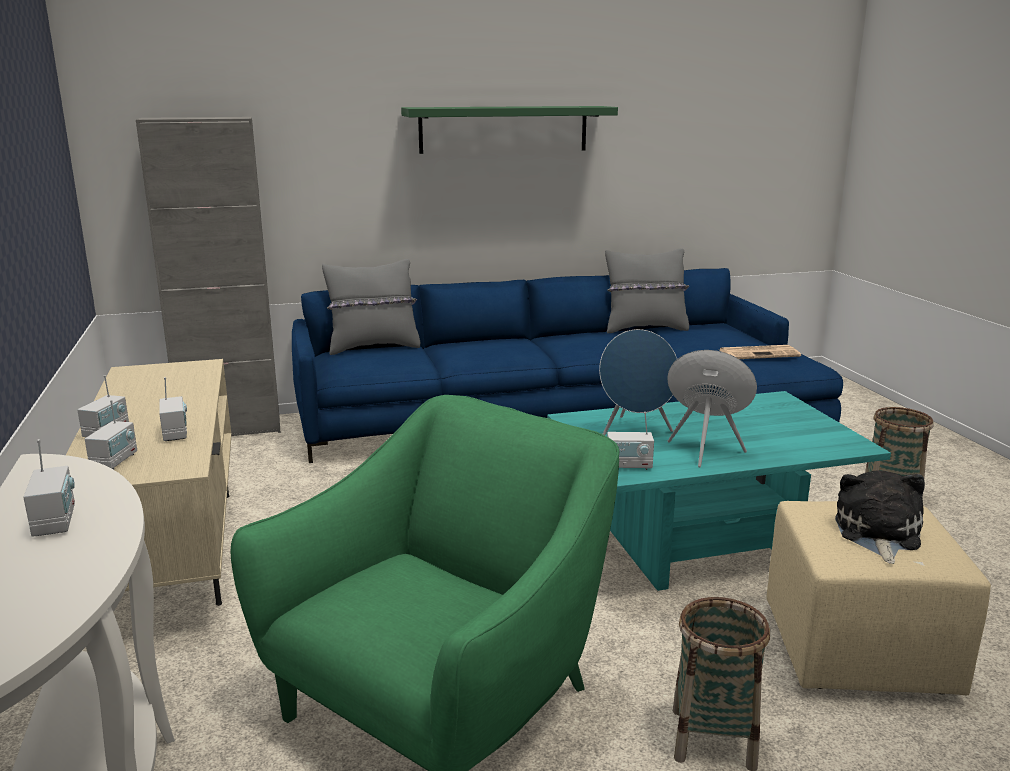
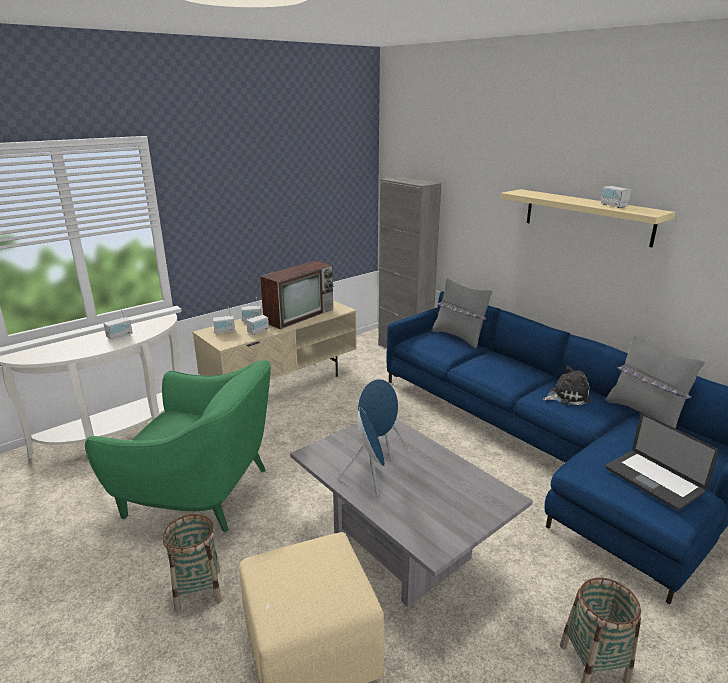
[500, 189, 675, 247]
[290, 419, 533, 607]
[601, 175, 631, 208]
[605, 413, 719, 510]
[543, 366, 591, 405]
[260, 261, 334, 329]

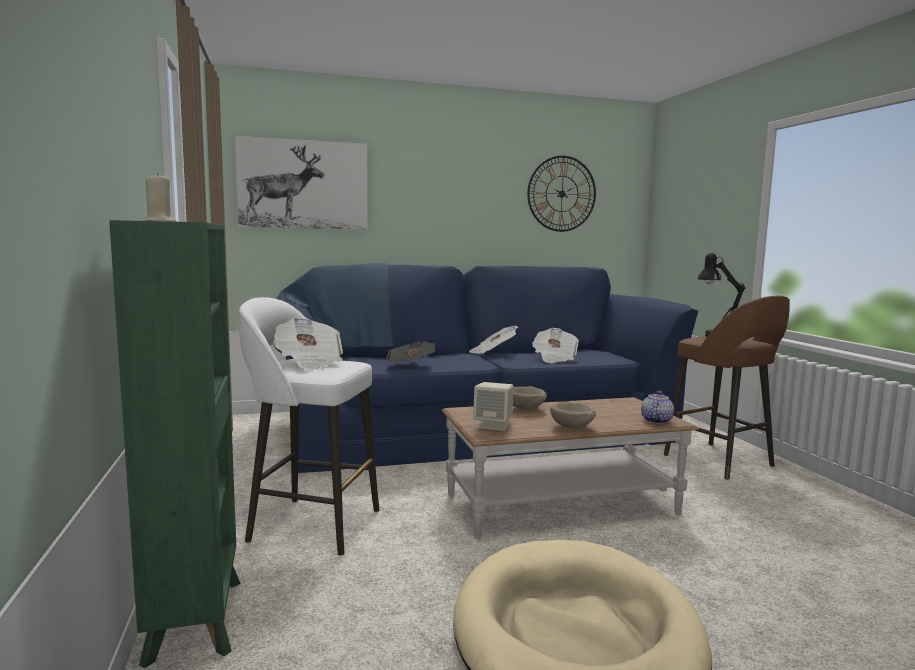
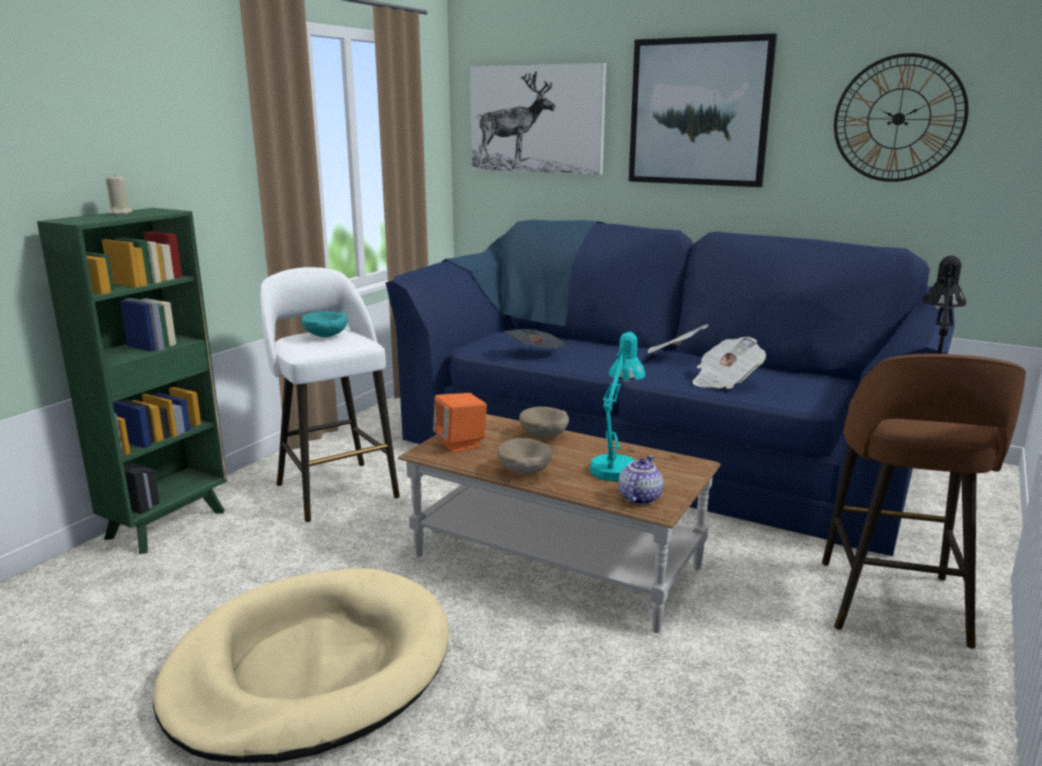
[301, 311, 348, 337]
[433, 393, 487, 453]
[619, 455, 663, 505]
[589, 332, 646, 482]
[629, 33, 777, 187]

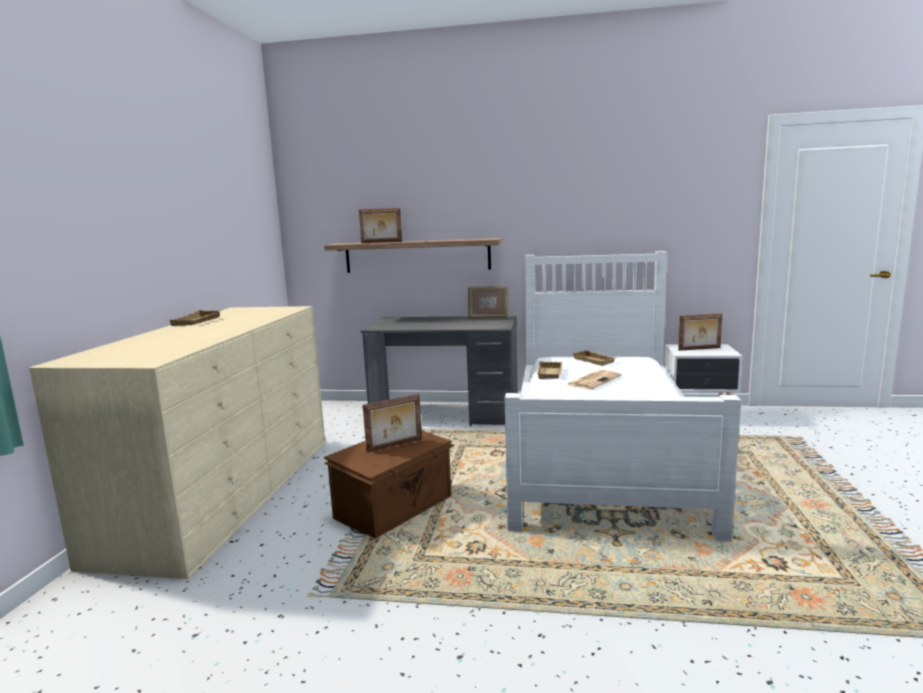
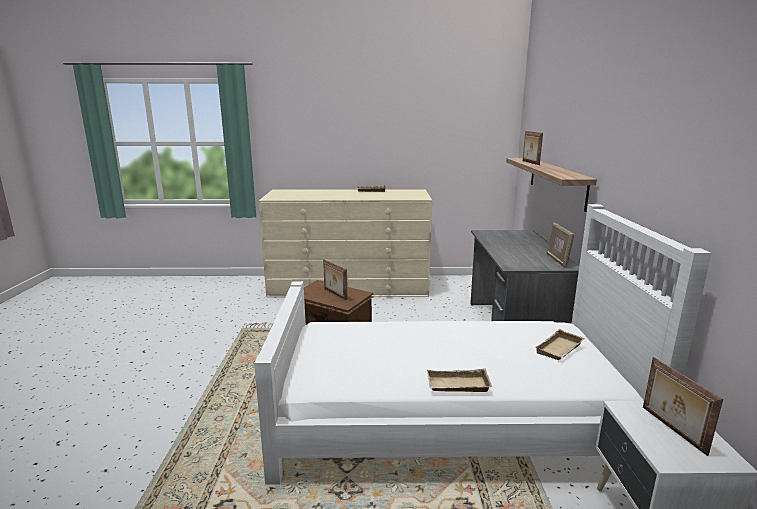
[427, 368, 492, 392]
[567, 370, 622, 389] (first image)

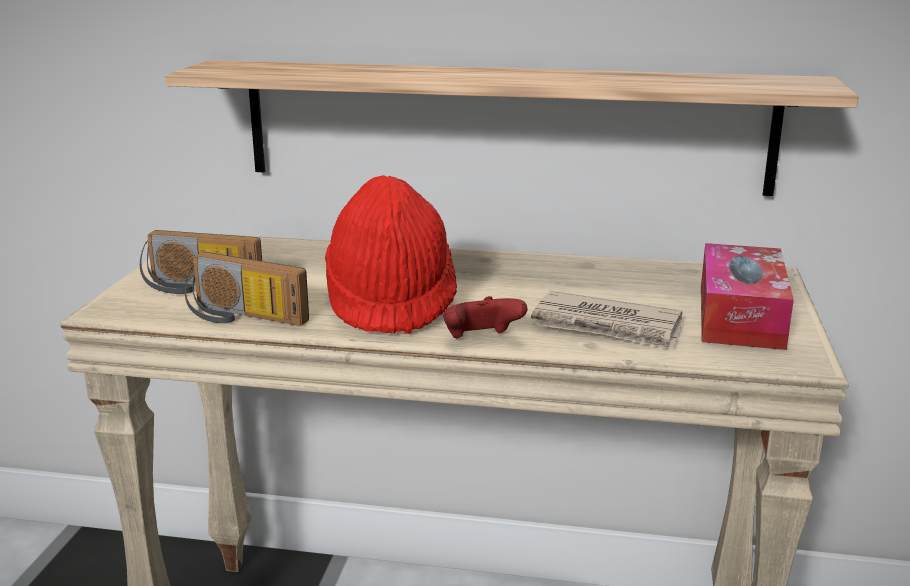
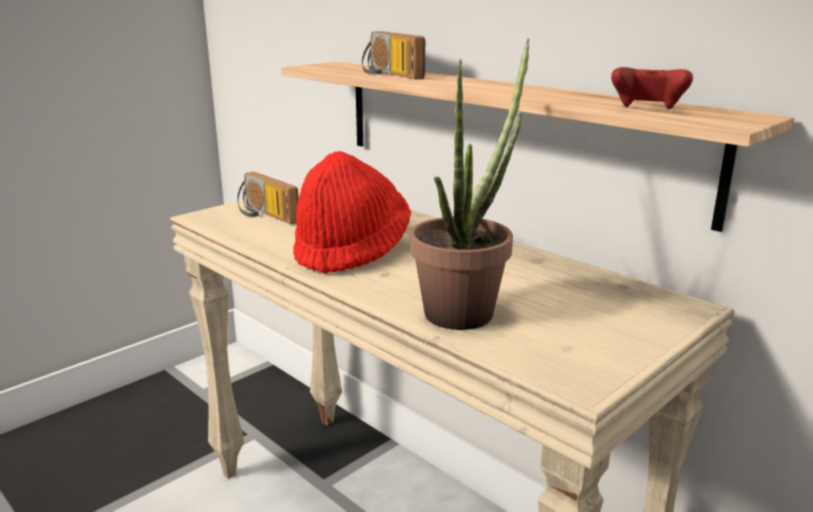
[362, 31, 425, 80]
[611, 67, 693, 109]
[410, 38, 529, 330]
[701, 243, 794, 350] (first image)

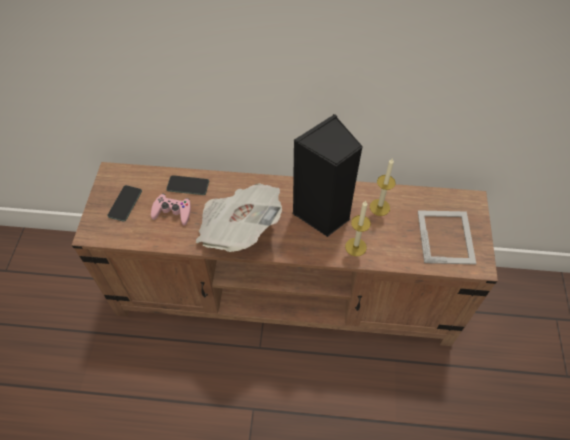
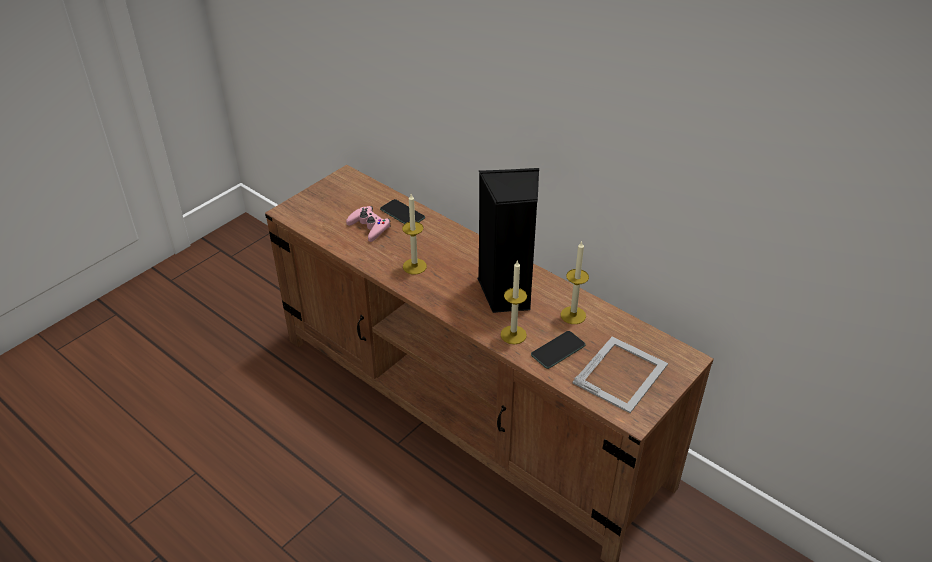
[531, 331, 586, 369]
[402, 194, 427, 274]

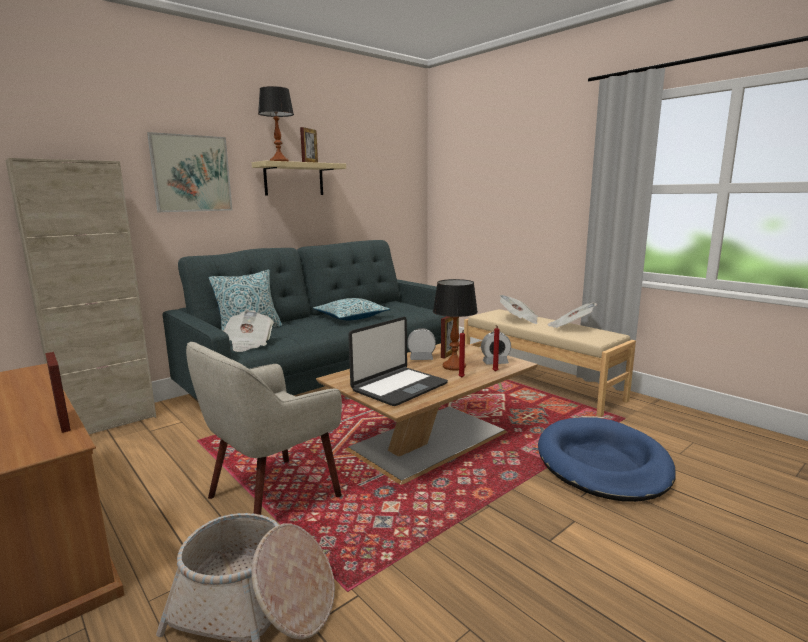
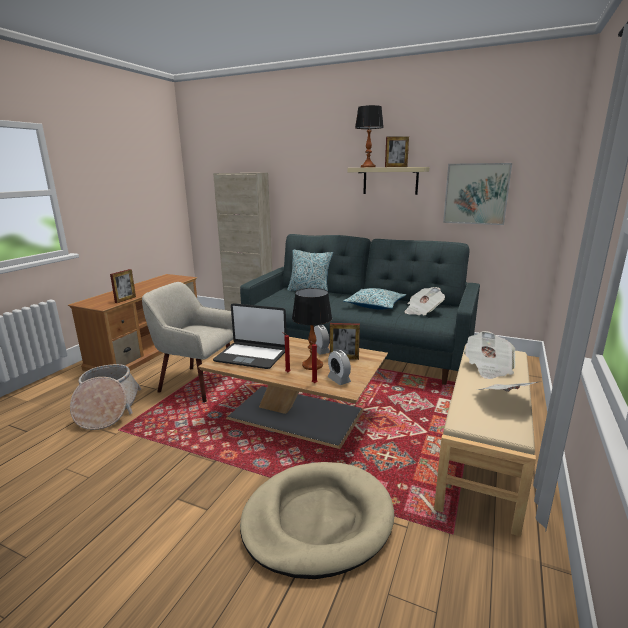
[443, 163, 512, 225]
[404, 287, 445, 315]
[240, 462, 394, 579]

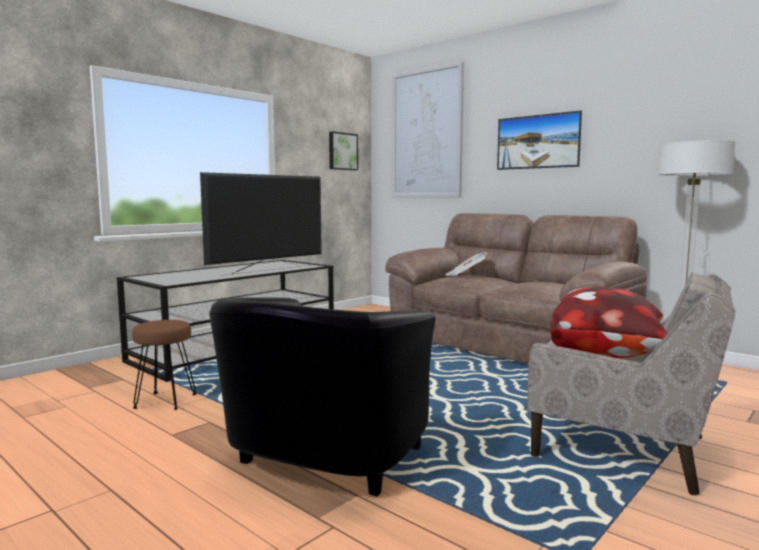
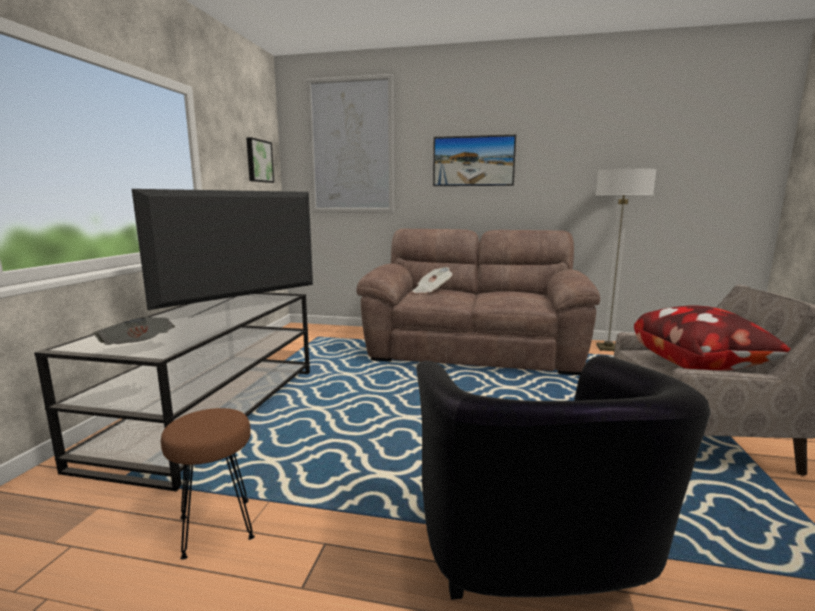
[132, 189, 313, 318]
[92, 317, 175, 345]

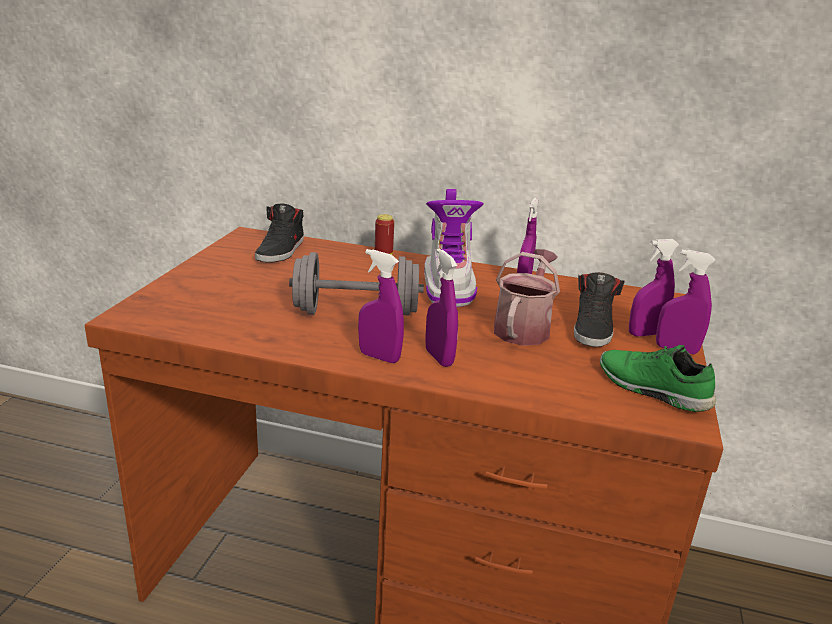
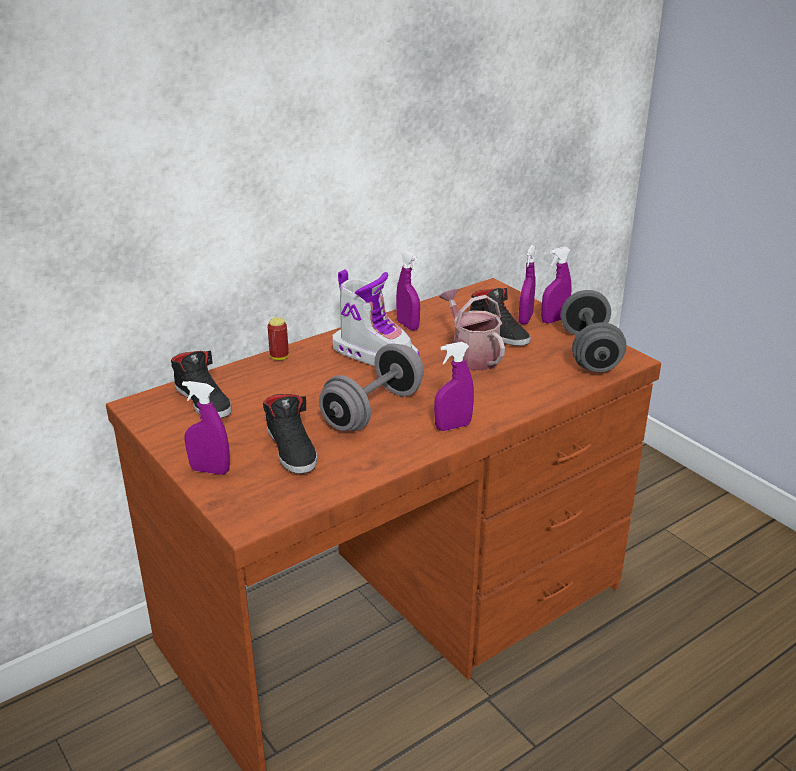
[182, 381, 230, 475]
[561, 290, 627, 372]
[263, 394, 317, 474]

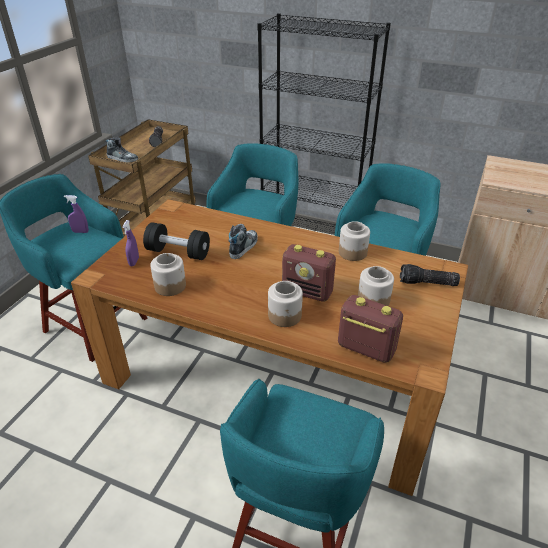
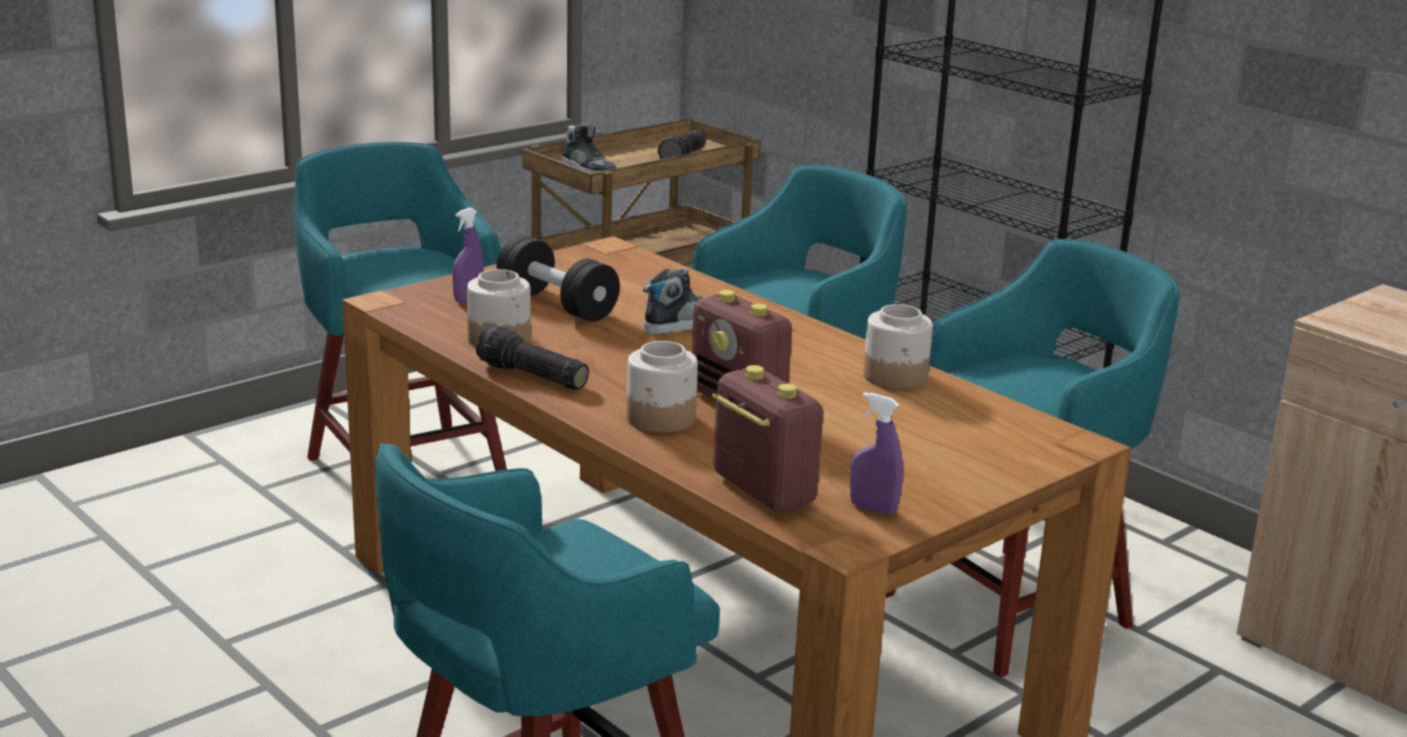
[850, 392, 903, 515]
[358, 266, 394, 306] (first image)
[476, 325, 589, 390]

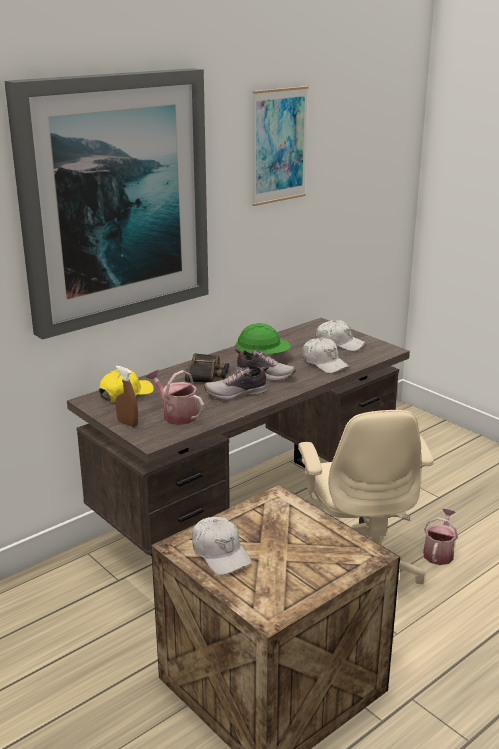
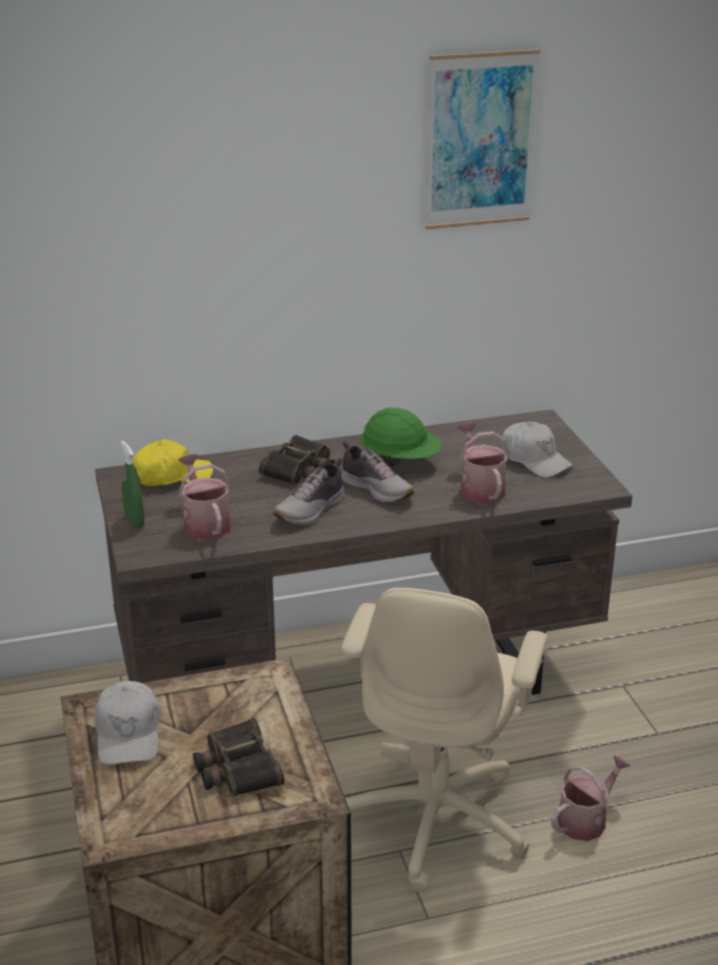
[4, 68, 208, 340] (first image)
[121, 440, 144, 528]
[273, 458, 344, 525]
[457, 422, 510, 504]
[193, 718, 285, 797]

